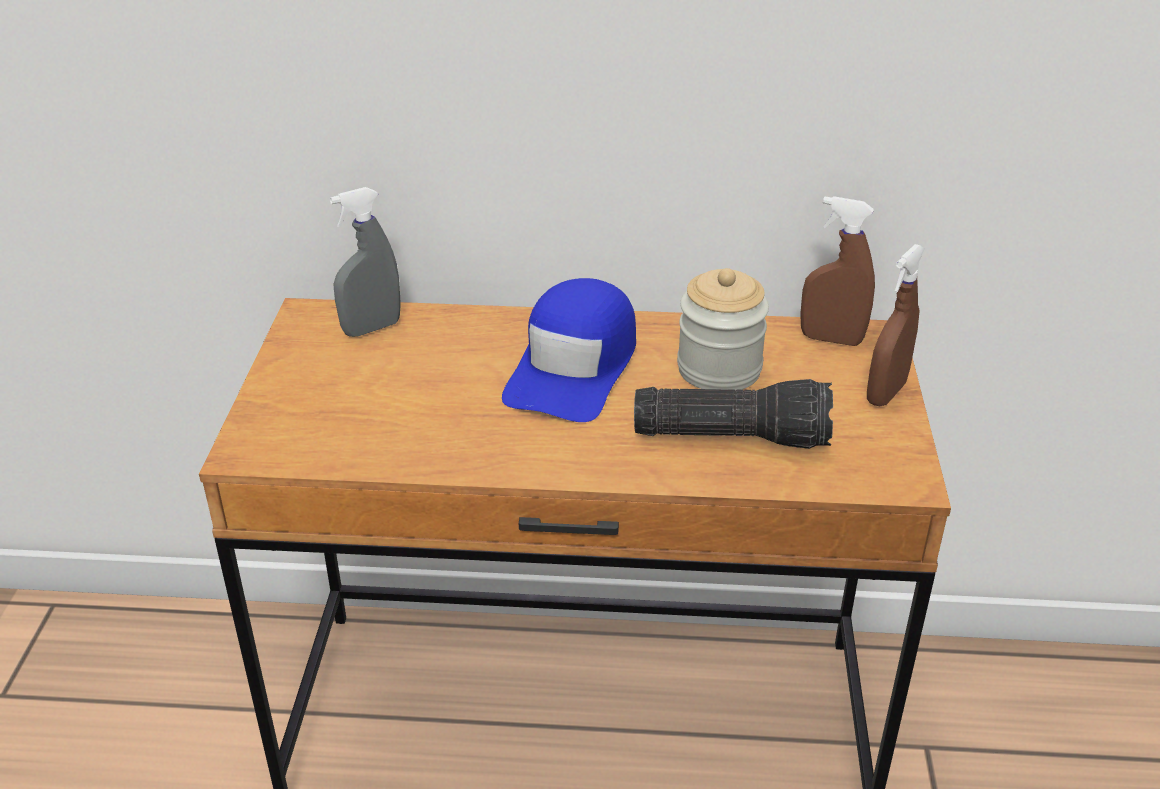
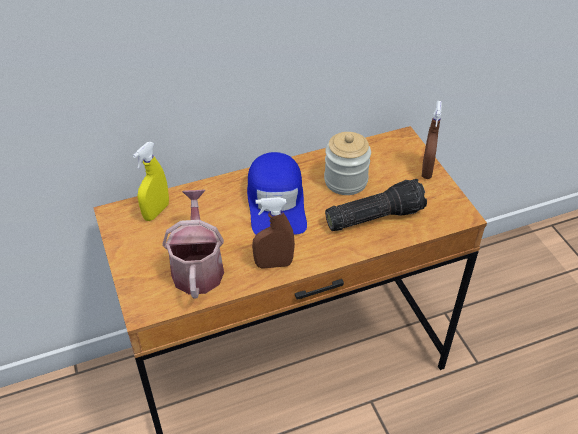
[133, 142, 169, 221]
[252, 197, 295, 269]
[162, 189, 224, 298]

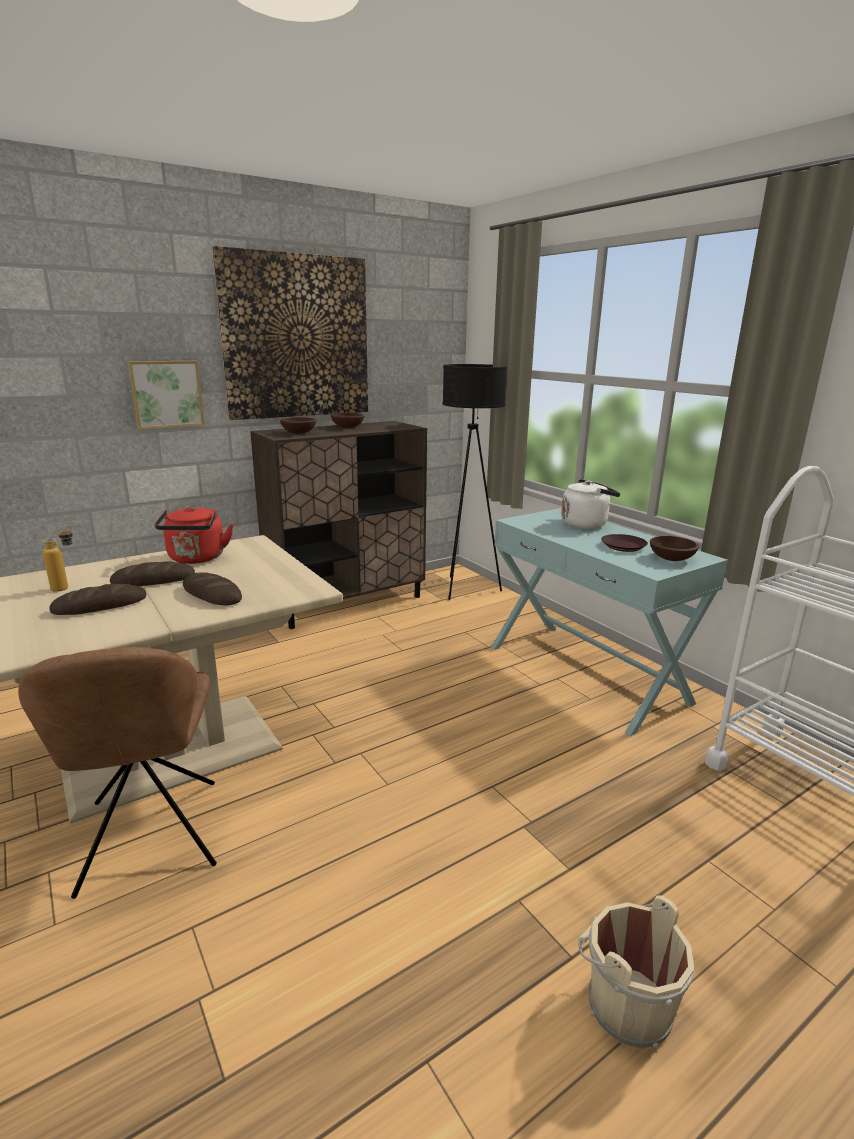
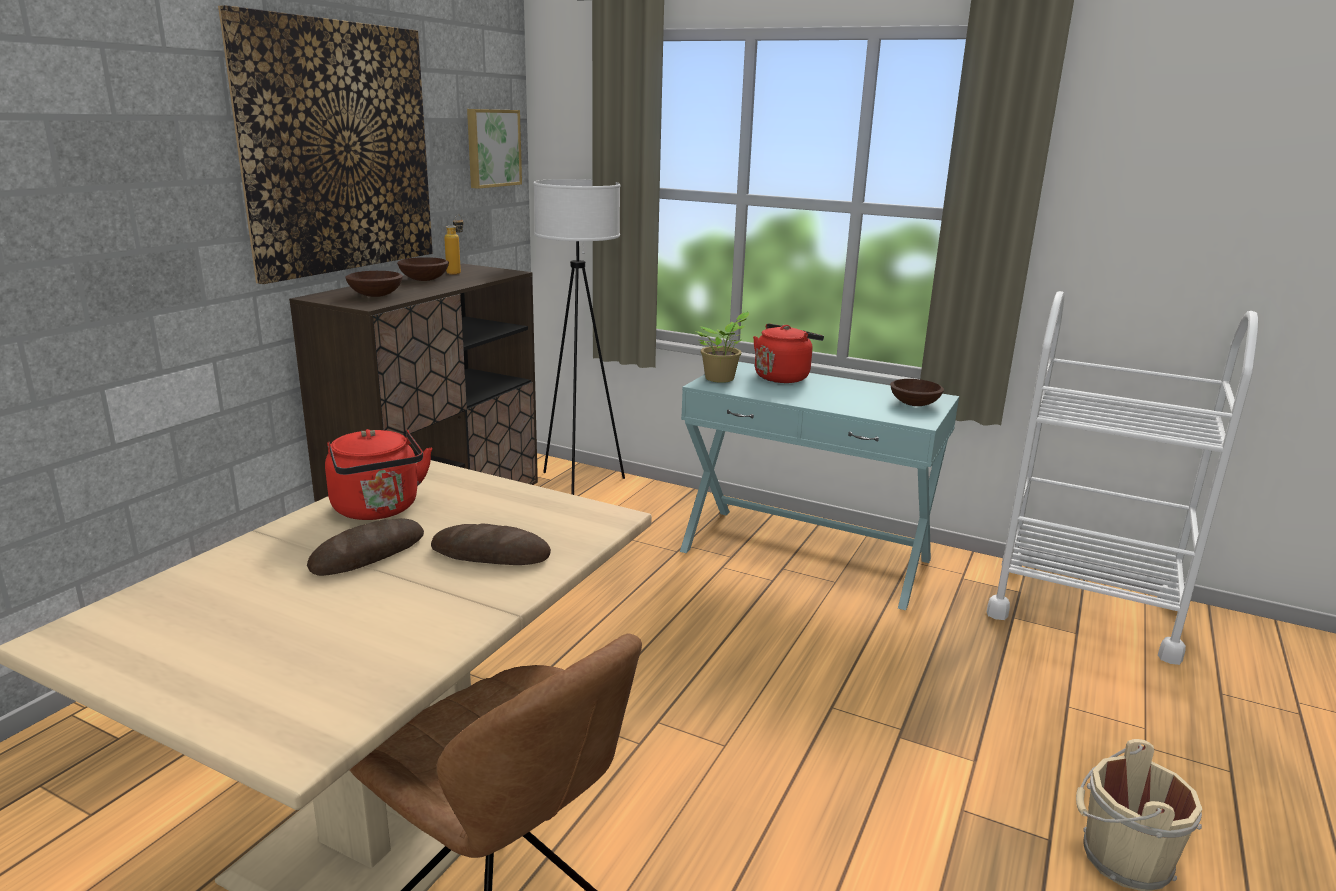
[444, 214, 464, 275]
[50, 584, 146, 615] (first image)
[467, 109, 522, 189]
[533, 179, 625, 495]
[753, 323, 824, 383]
[601, 534, 648, 552] (first image)
[696, 312, 749, 383]

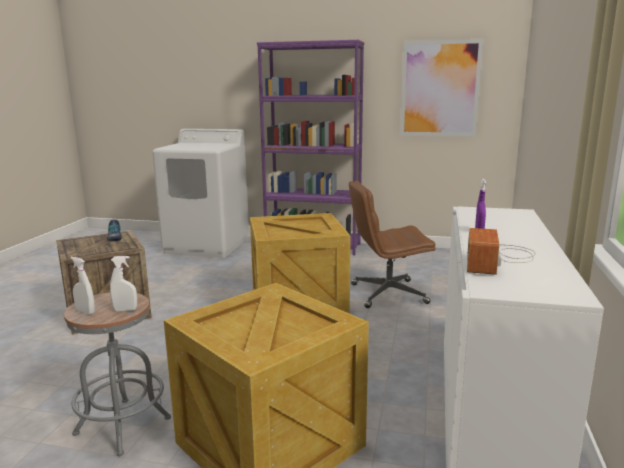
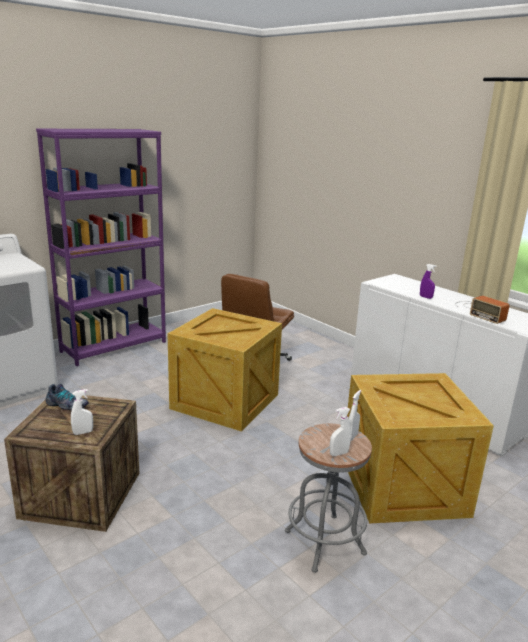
[400, 39, 483, 137] (first image)
[71, 389, 93, 435]

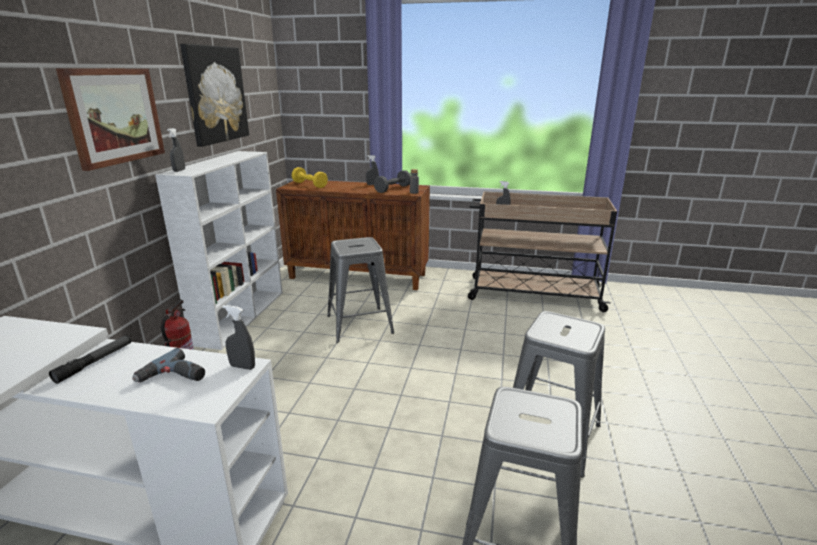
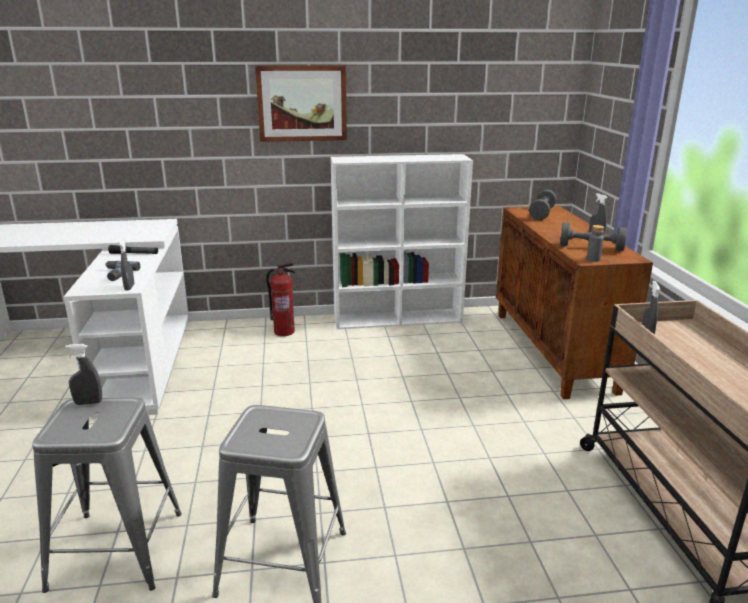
[65, 344, 102, 405]
[180, 44, 249, 147] (first image)
[529, 190, 557, 220]
[327, 237, 394, 343] (first image)

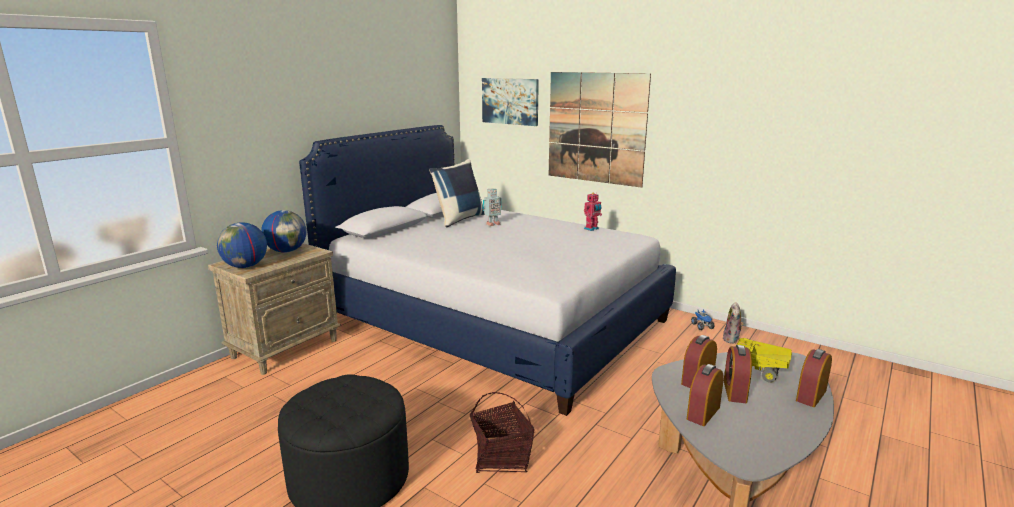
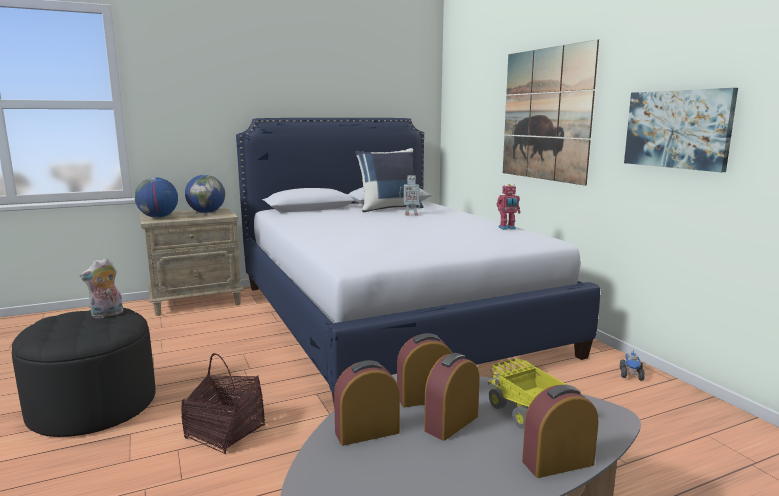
[624, 88, 738, 172]
[80, 258, 123, 318]

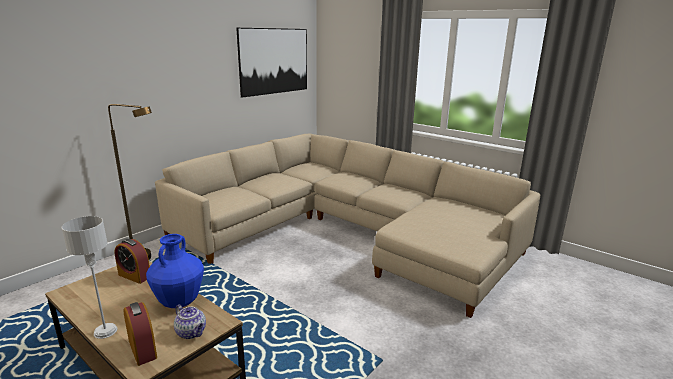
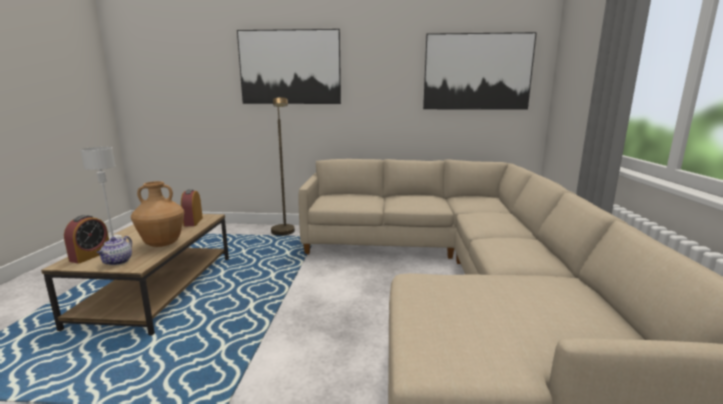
[131, 181, 184, 247]
[237, 29, 341, 104]

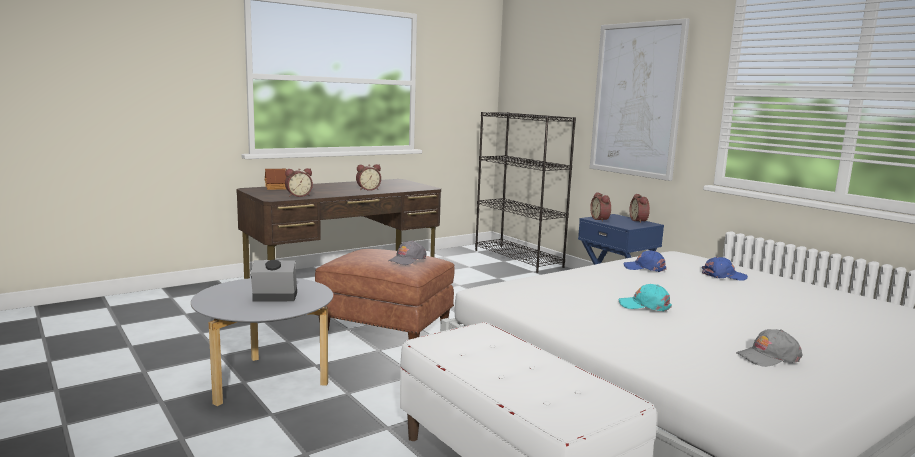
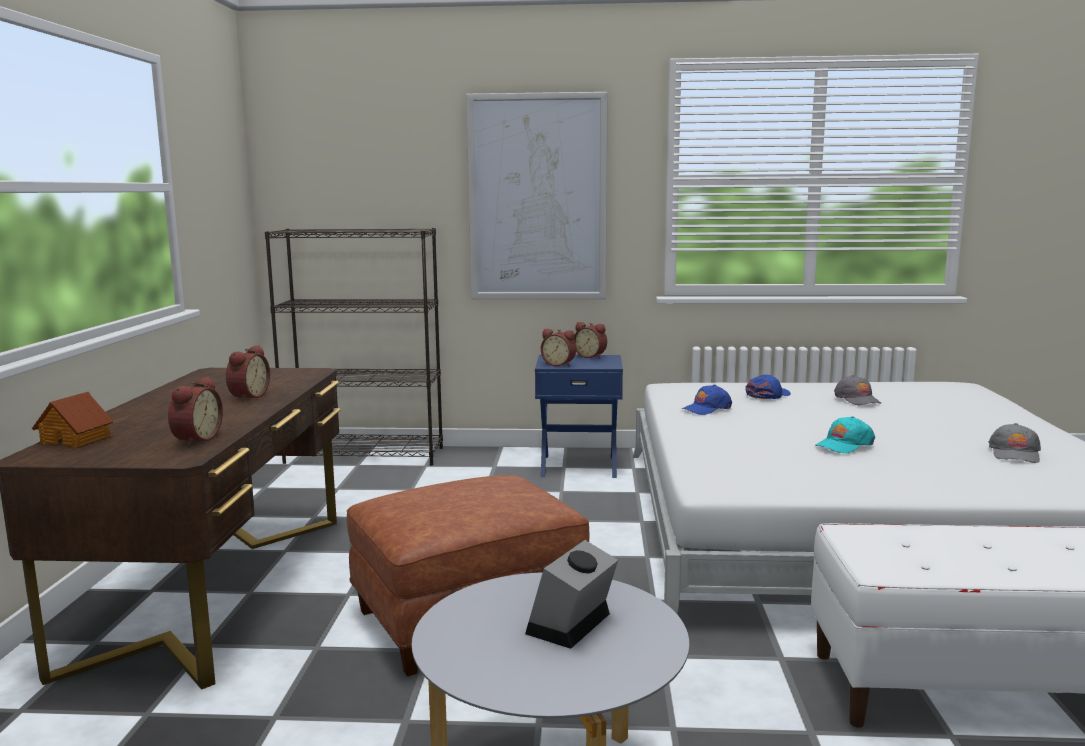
[834, 375, 882, 405]

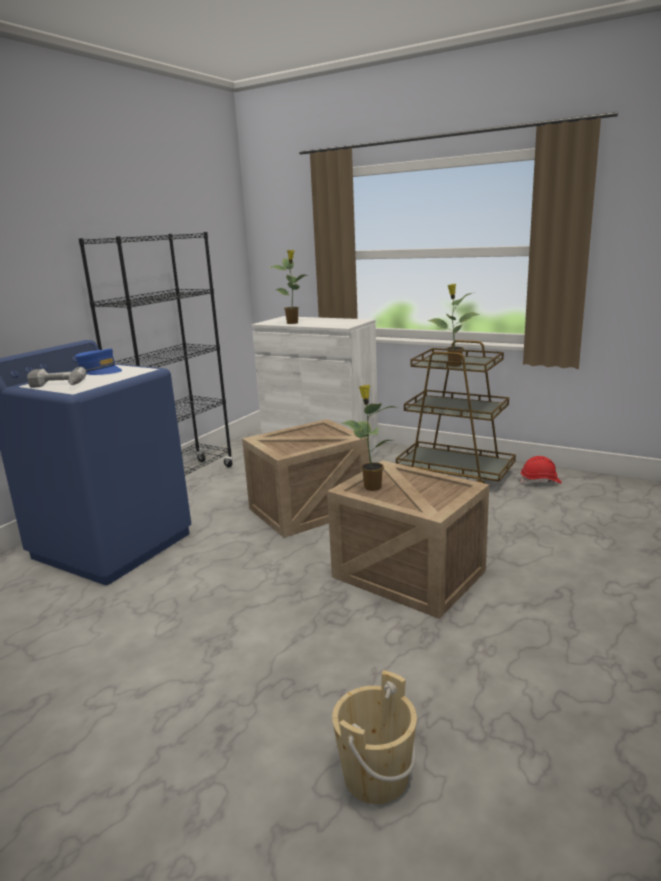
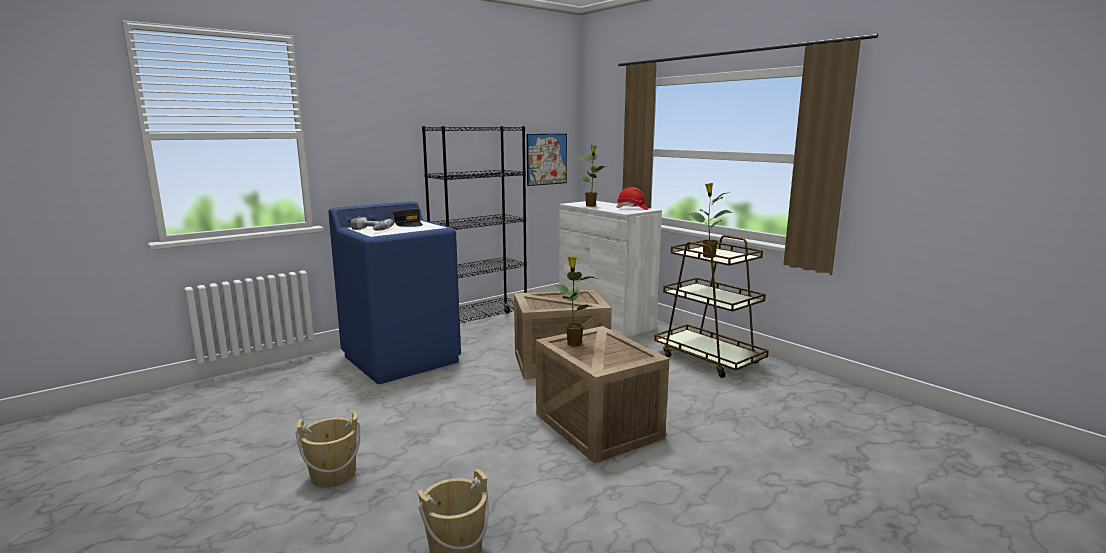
[393, 208, 423, 227]
[617, 187, 649, 210]
[296, 412, 360, 487]
[527, 134, 567, 186]

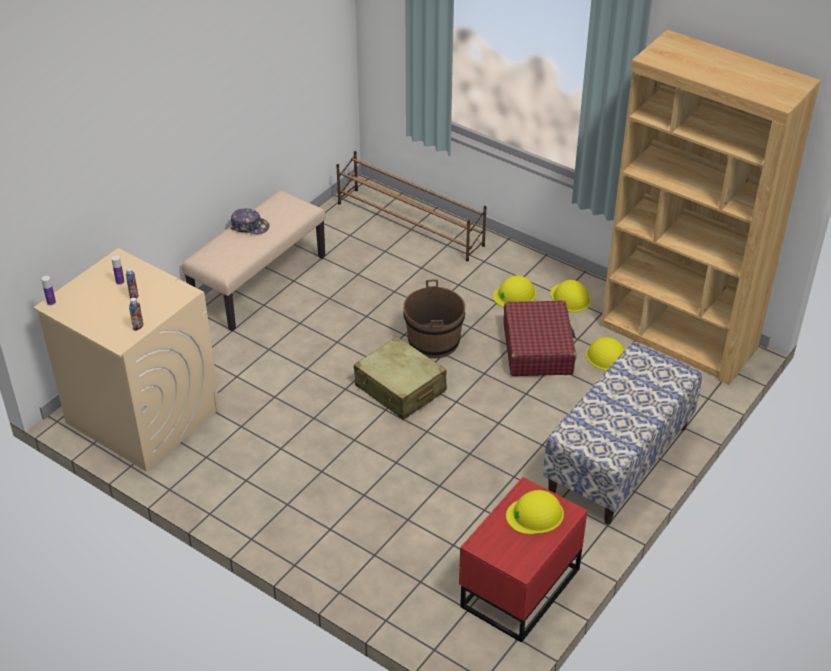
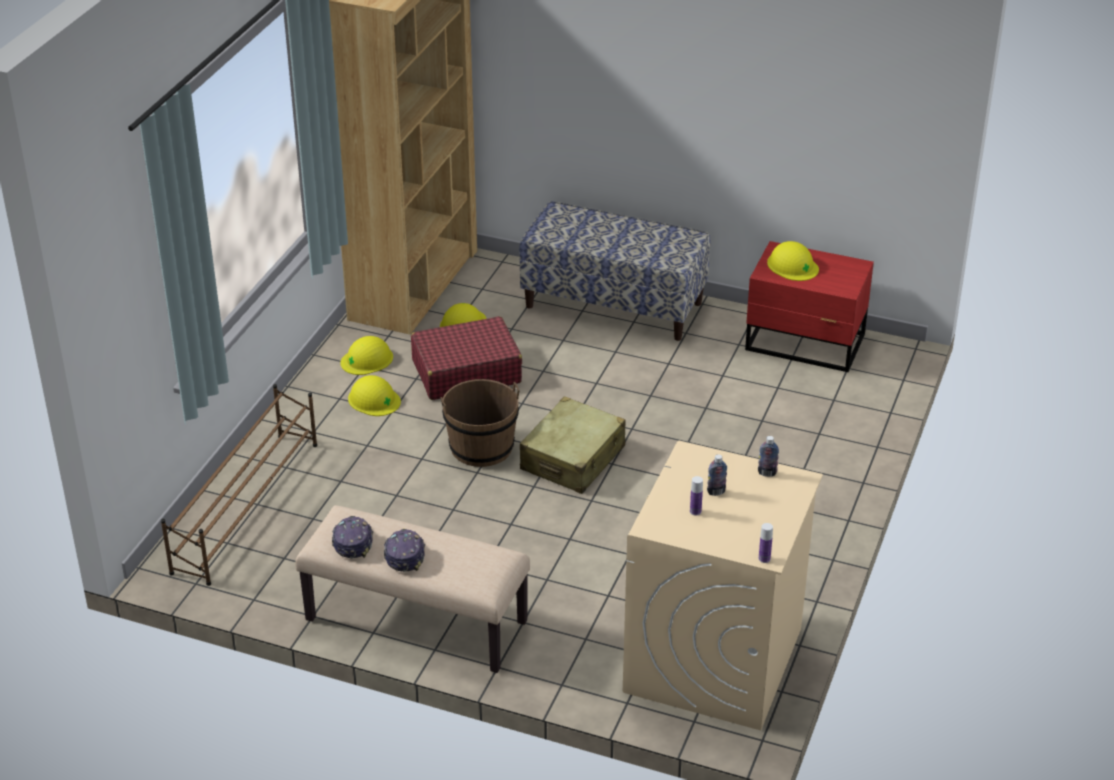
[332, 516, 373, 558]

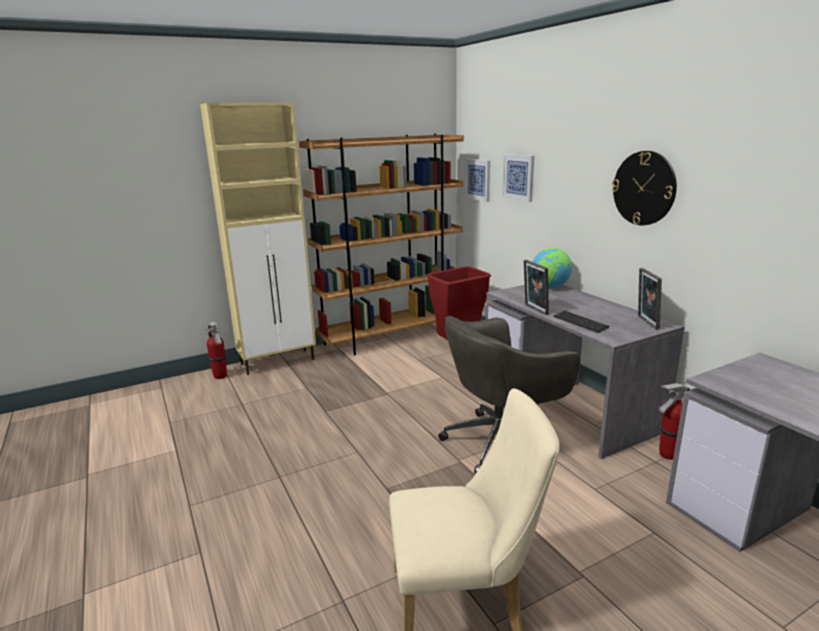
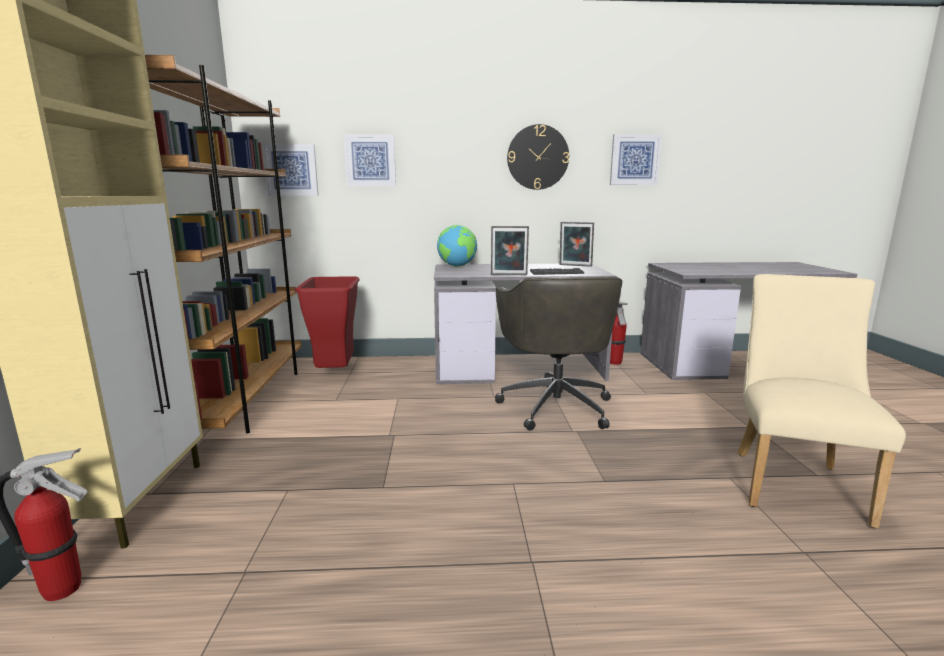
[610, 134, 662, 185]

